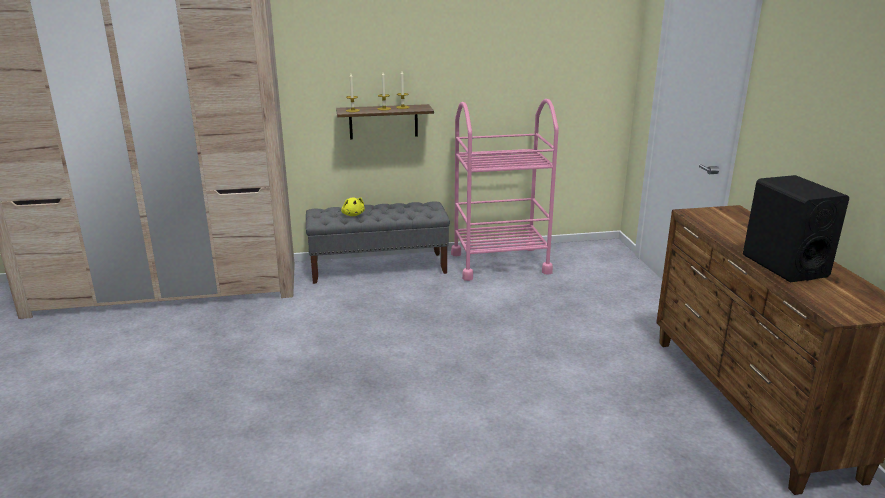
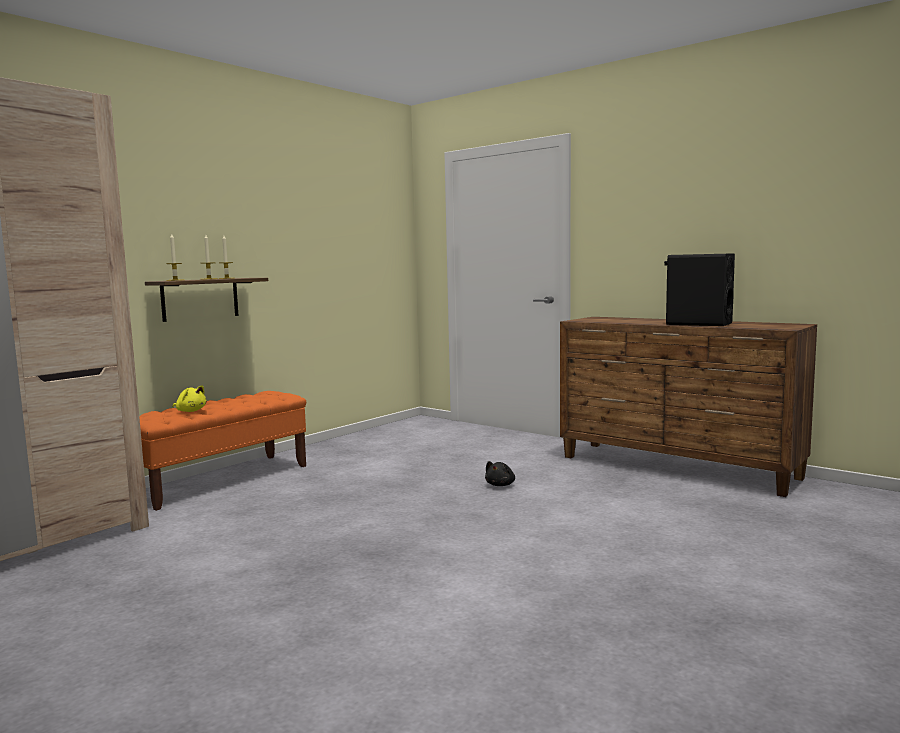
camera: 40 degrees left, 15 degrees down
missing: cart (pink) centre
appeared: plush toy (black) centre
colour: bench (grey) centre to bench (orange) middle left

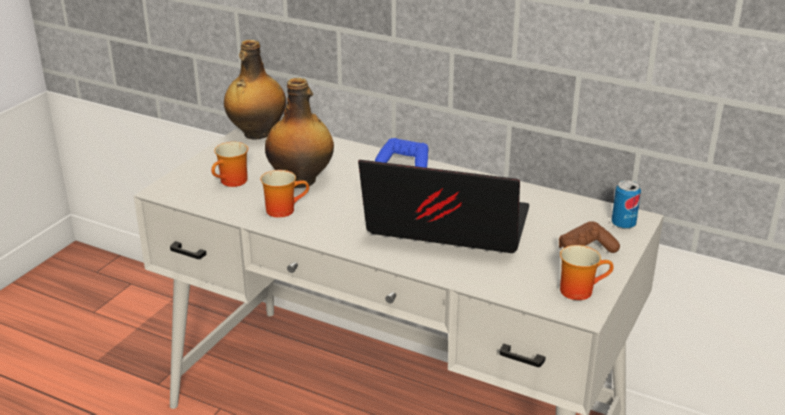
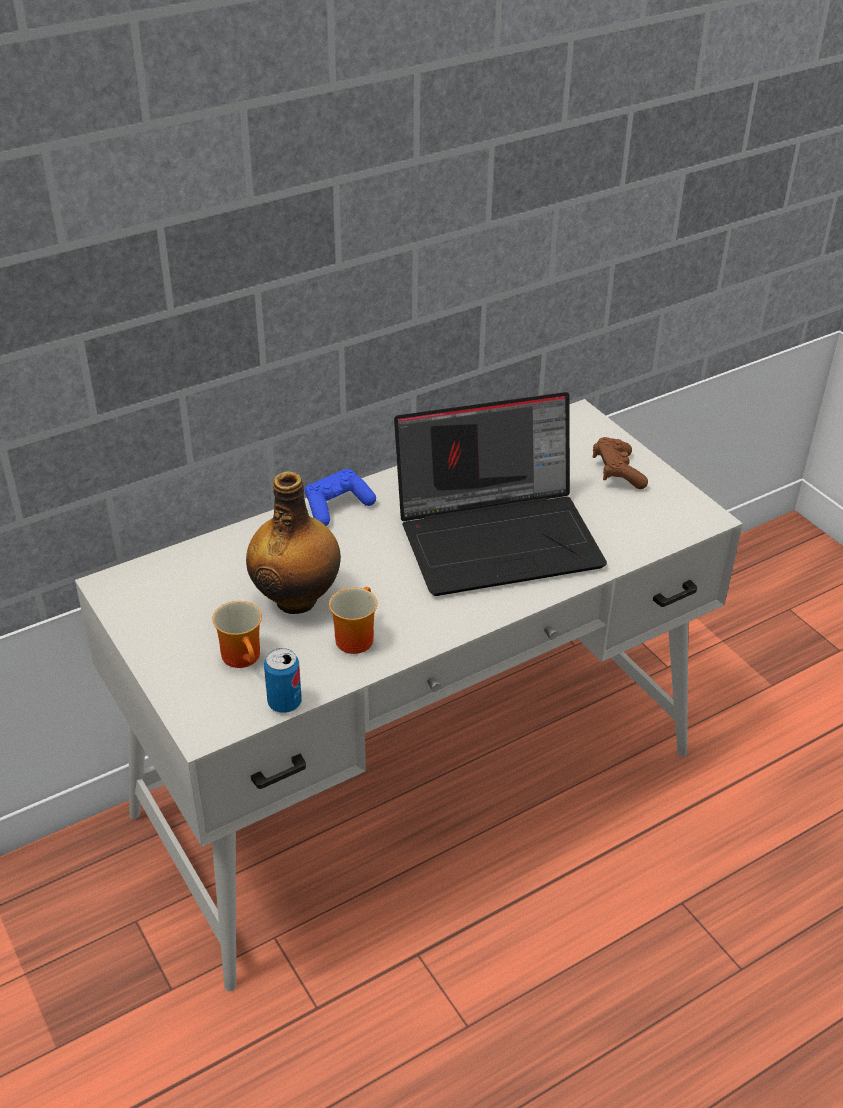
camera: 60 degrees left, 10 degrees up
missing: bottle (no. 1 from left) top left; mug (no. 3 from left) middle right
relocated: can middle right to centre
spun: laptop centre = centre 150 degrees counterclockwise

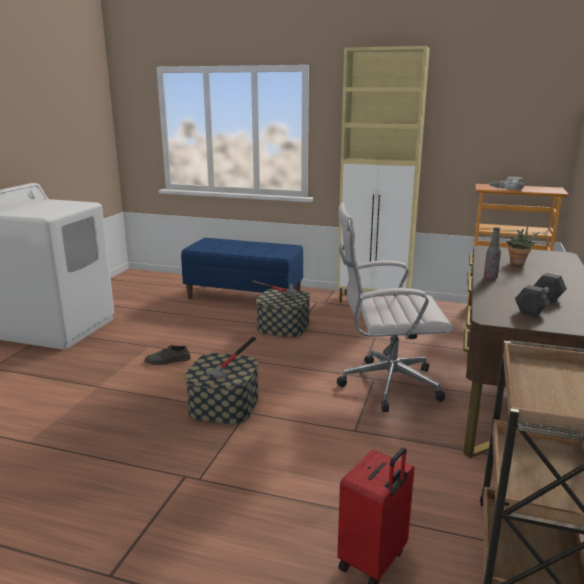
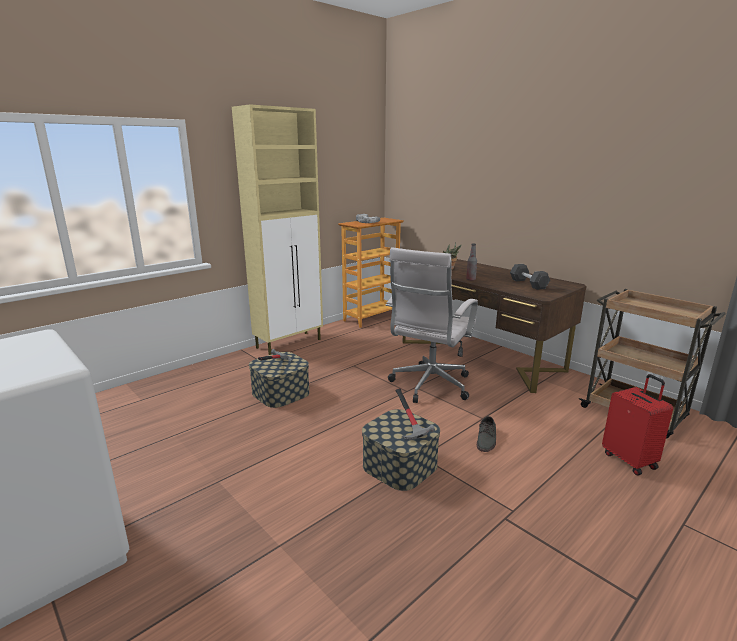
camera: 60 degrees left, 0 degrees up
missing: bench (blue) centre
relocated: shoe (grey) middle left to bottom centre

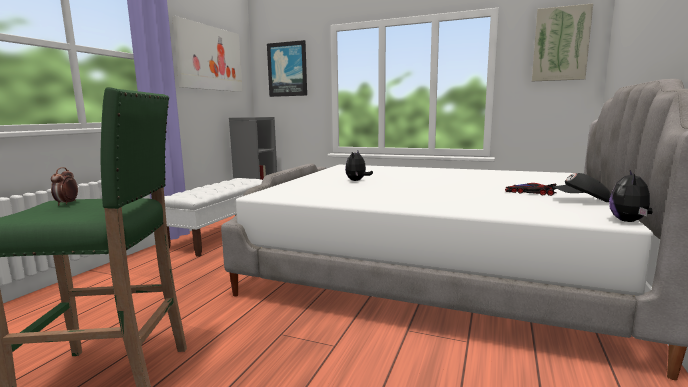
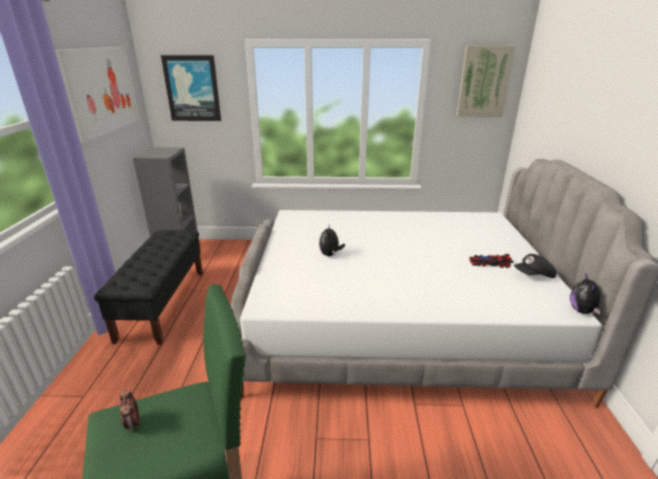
camera: 20 degrees left, 15 degrees up
colour: bench (white) middle left to bench (black) middle left

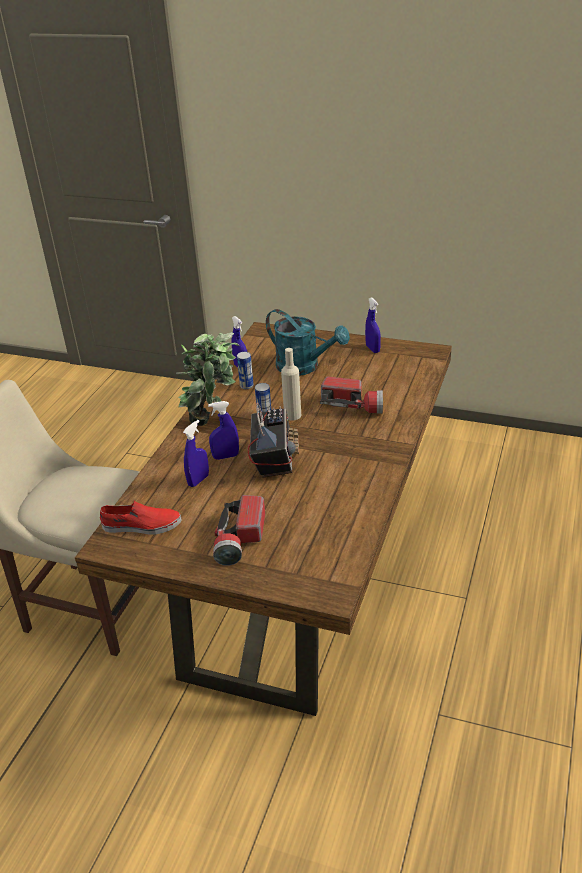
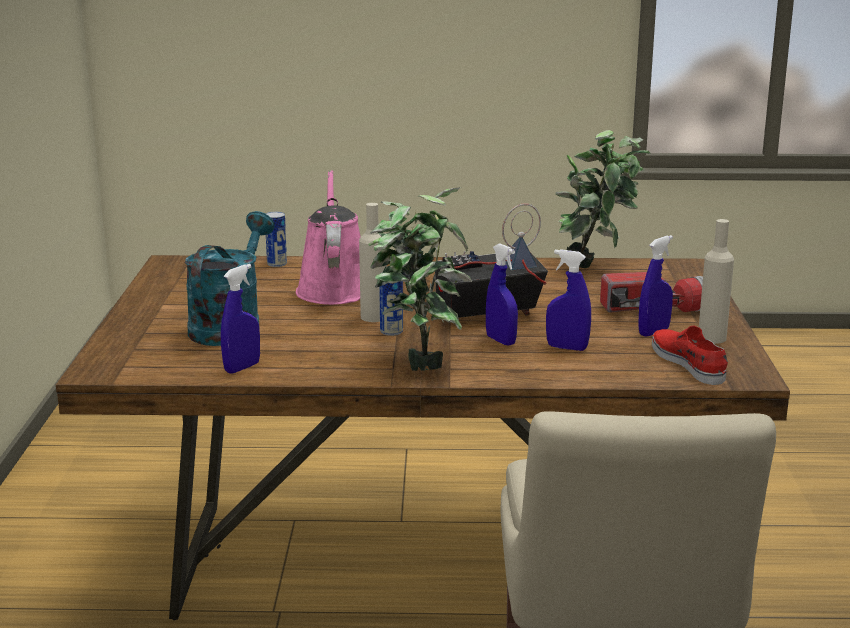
camera: 110 degrees left, 15 degrees down
appeared: potted plant (no. 2 from left) top right; bottle (beige) (no. 2 from left) middle right
relocated: spray bottle (blue) (no. 4 from left) centre to middle right; can (no. 1 from left) centre to middle left
exchanged: flashlight (no. 2 from left) centre to watering can (pink) centre

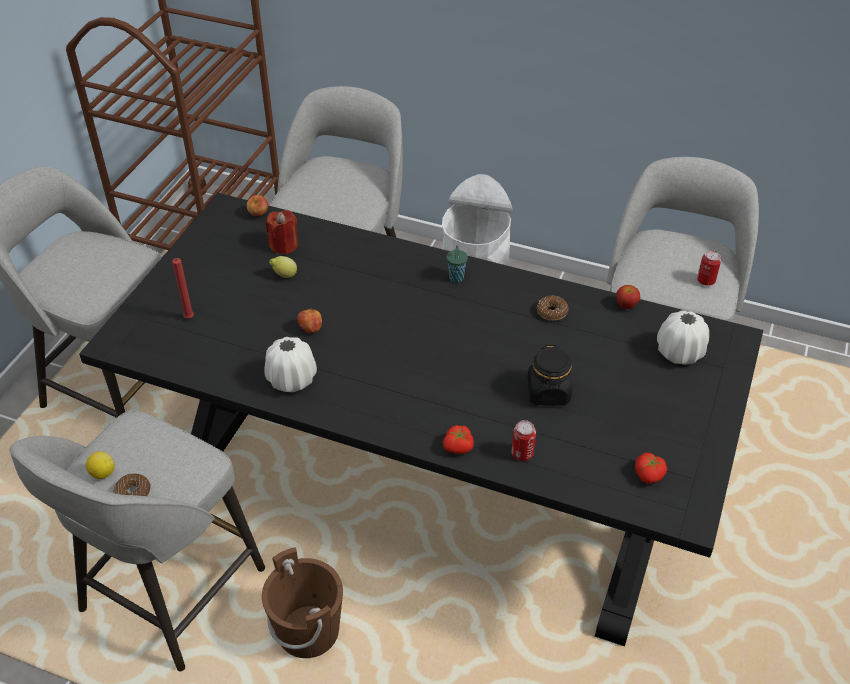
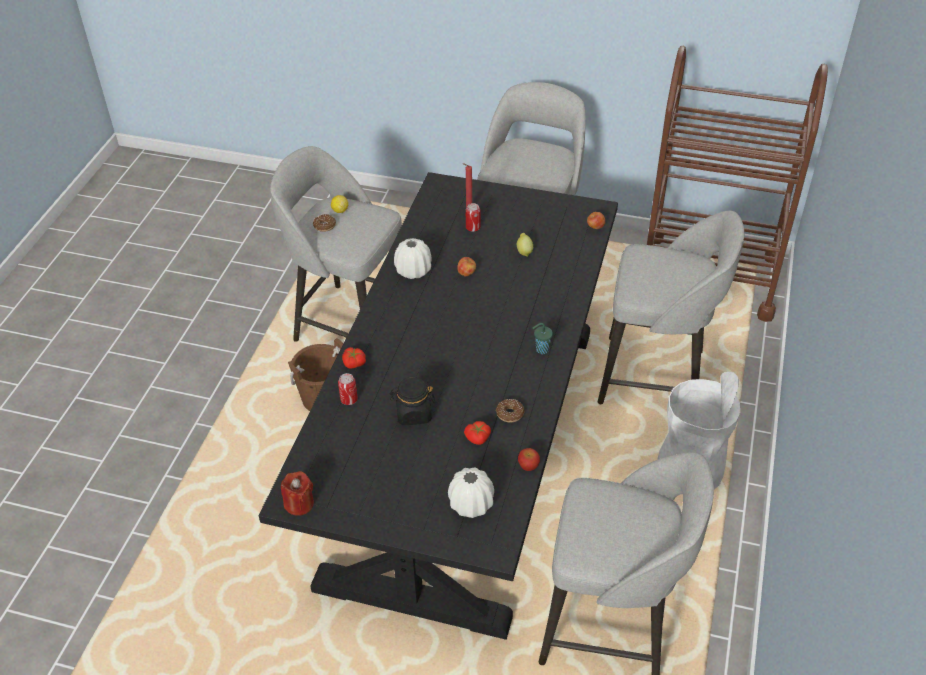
camera: 85 degrees right, 0 degrees up
relocated: candle (red) (no. 2 from left in the first image) middle left to candle (red) (no. 1 from left) bottom left; can (no. 2 from left) middle right to top centre; tomato (no. 2 from left) bottom right to centre

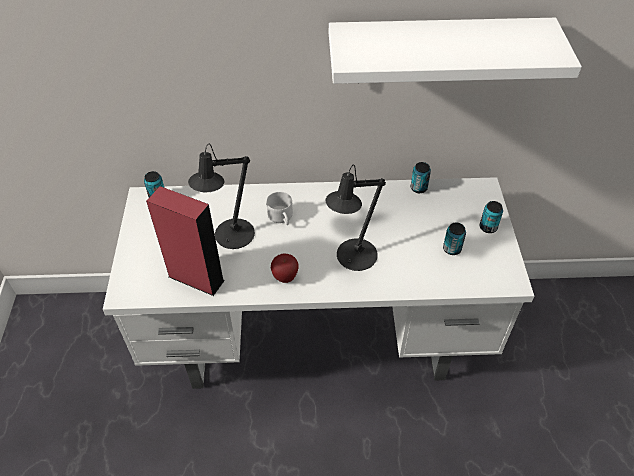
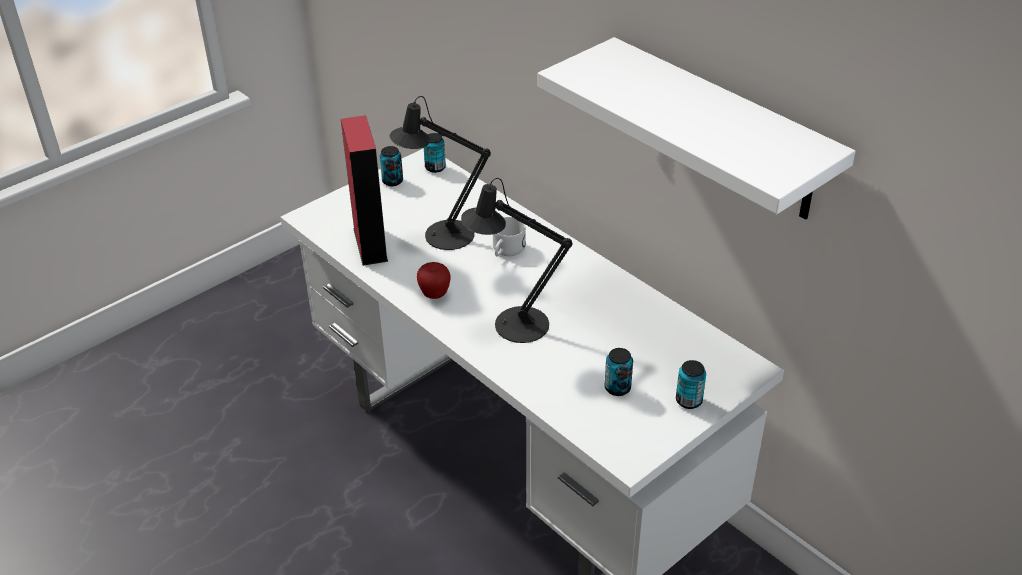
camera: 50 degrees right, 10 degrees down
relocated: can (no. 2 from left in the first image) centre to can (no. 1 from left) top centre

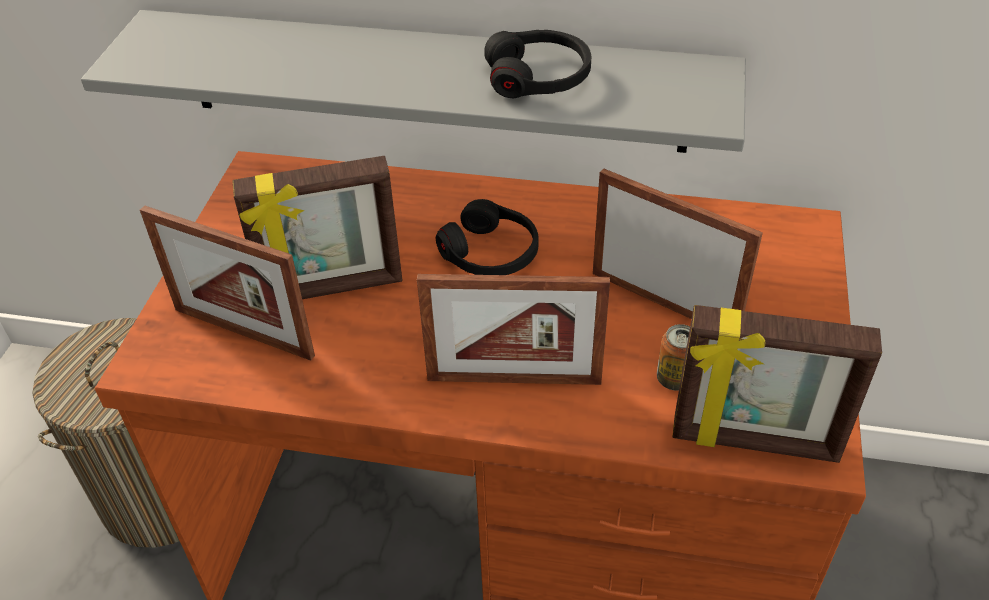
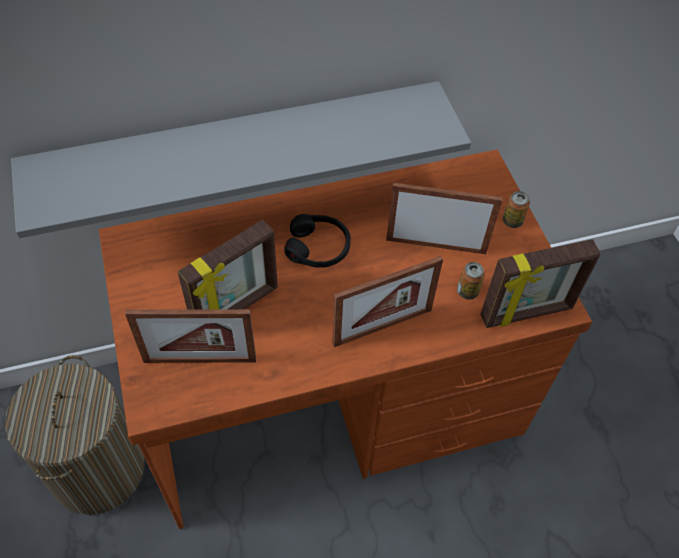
camera: 30 degrees left, 10 degrees up
missing: headphones (black) (no. 2 from left) top centre
appeared: can (no. 2 from left) middle right

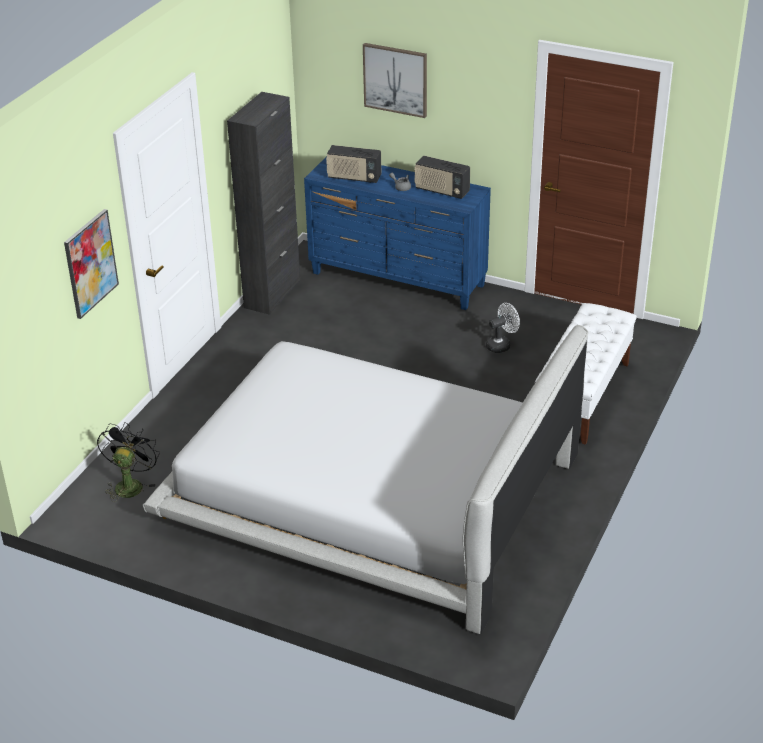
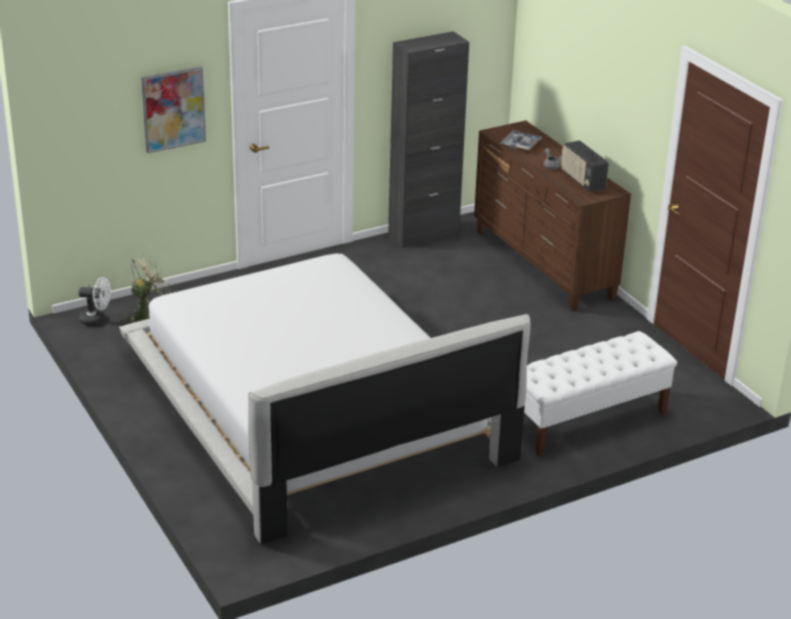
camera: 35 degrees right, 5 degrees down
missing: picture (no. 2 from left) top centre
relocated: fan (white) centre to middle left
exchanged: radio (no. 1 from left) top centre to tray top centre
colour: dresser (blue) top centre to dresser (brown) middle right; fan (black) middle left to fan (green) middle left

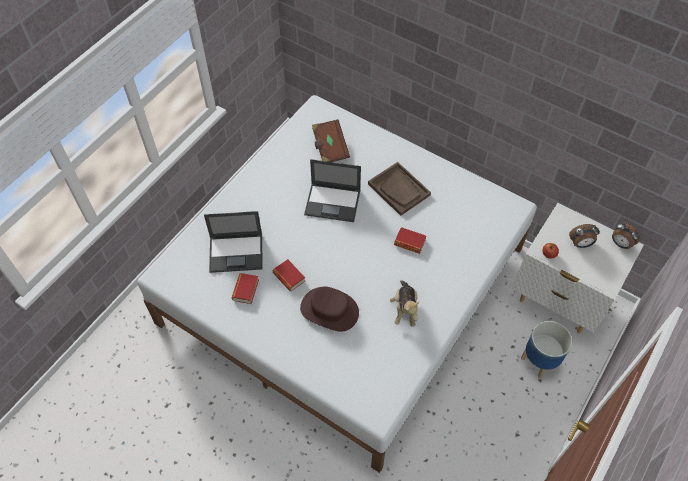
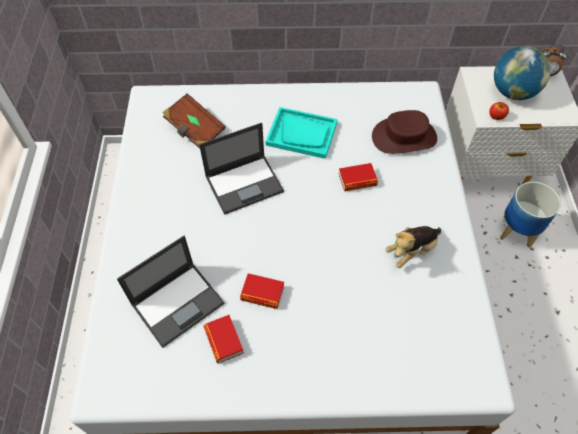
camera: 35 degrees left, 0 degrees up
relocated: hat (brown) centre to top right
exchanged: alarm clock (no. 1 from left) middle right to globe top right
colour: tray (brown) centre to tray (turquoise) top centre
spun: plush toy centre = middle right 90 degrees clockwise

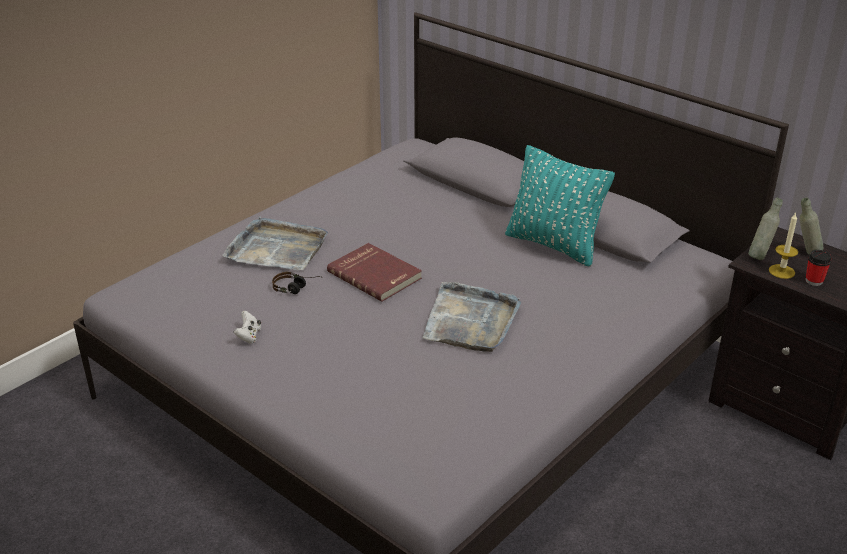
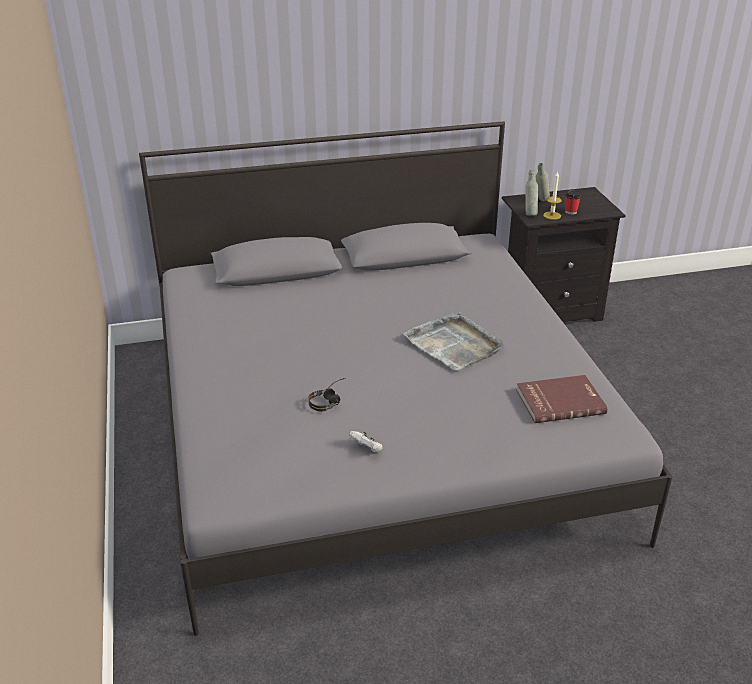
camera: 55 degrees left, 0 degrees up
missing: pillow (turquoise) centre; tray (grey) (no. 1 from left) middle left
relocated: book (red) centre to middle right

